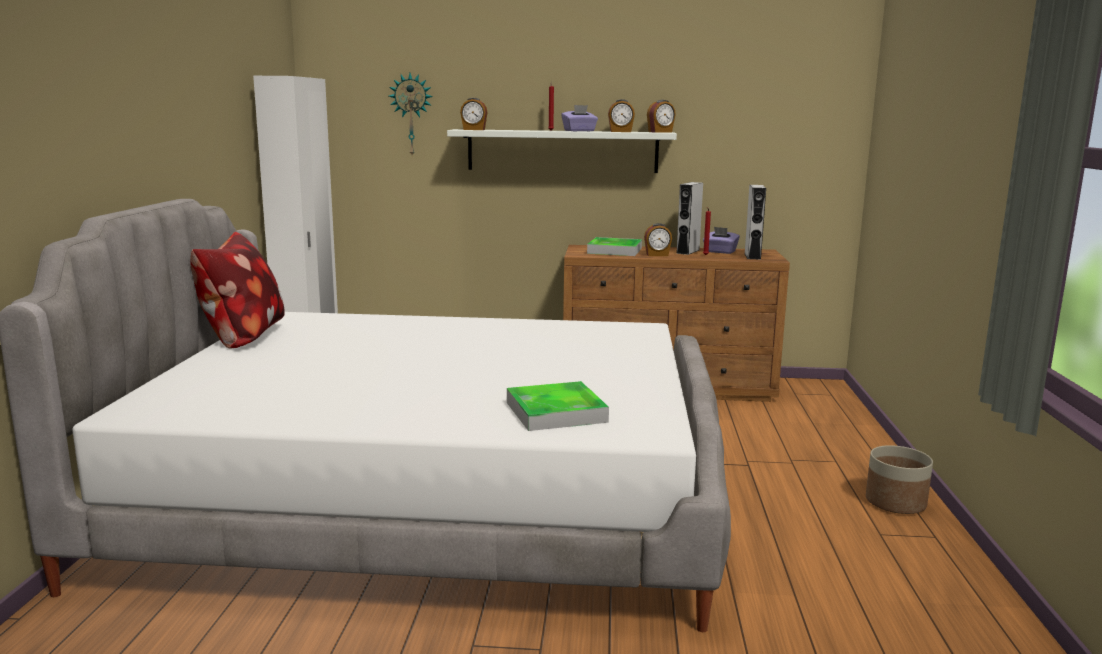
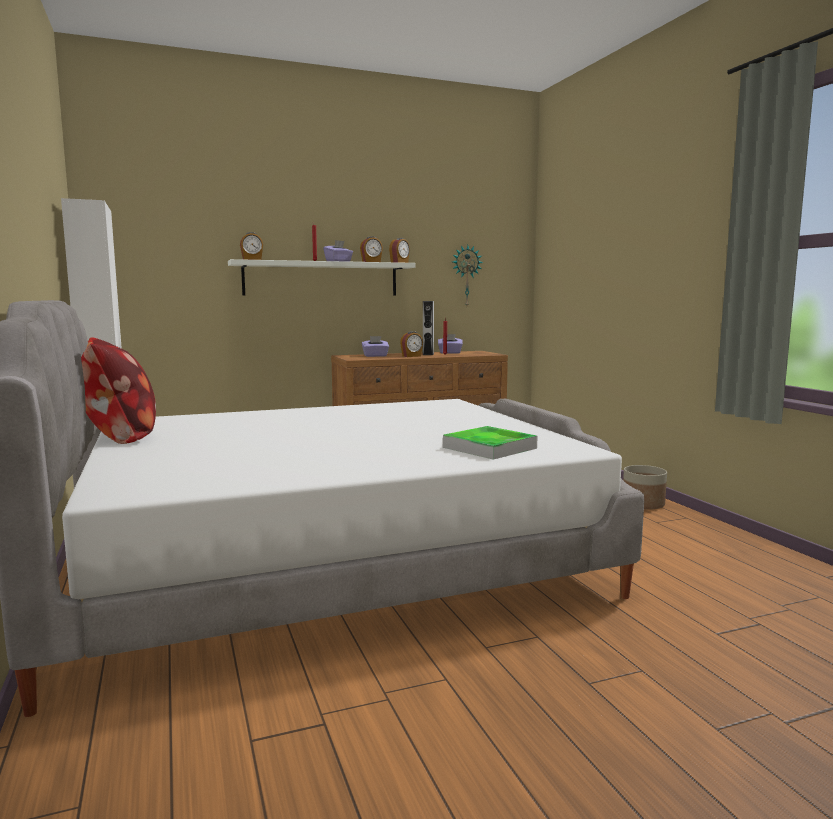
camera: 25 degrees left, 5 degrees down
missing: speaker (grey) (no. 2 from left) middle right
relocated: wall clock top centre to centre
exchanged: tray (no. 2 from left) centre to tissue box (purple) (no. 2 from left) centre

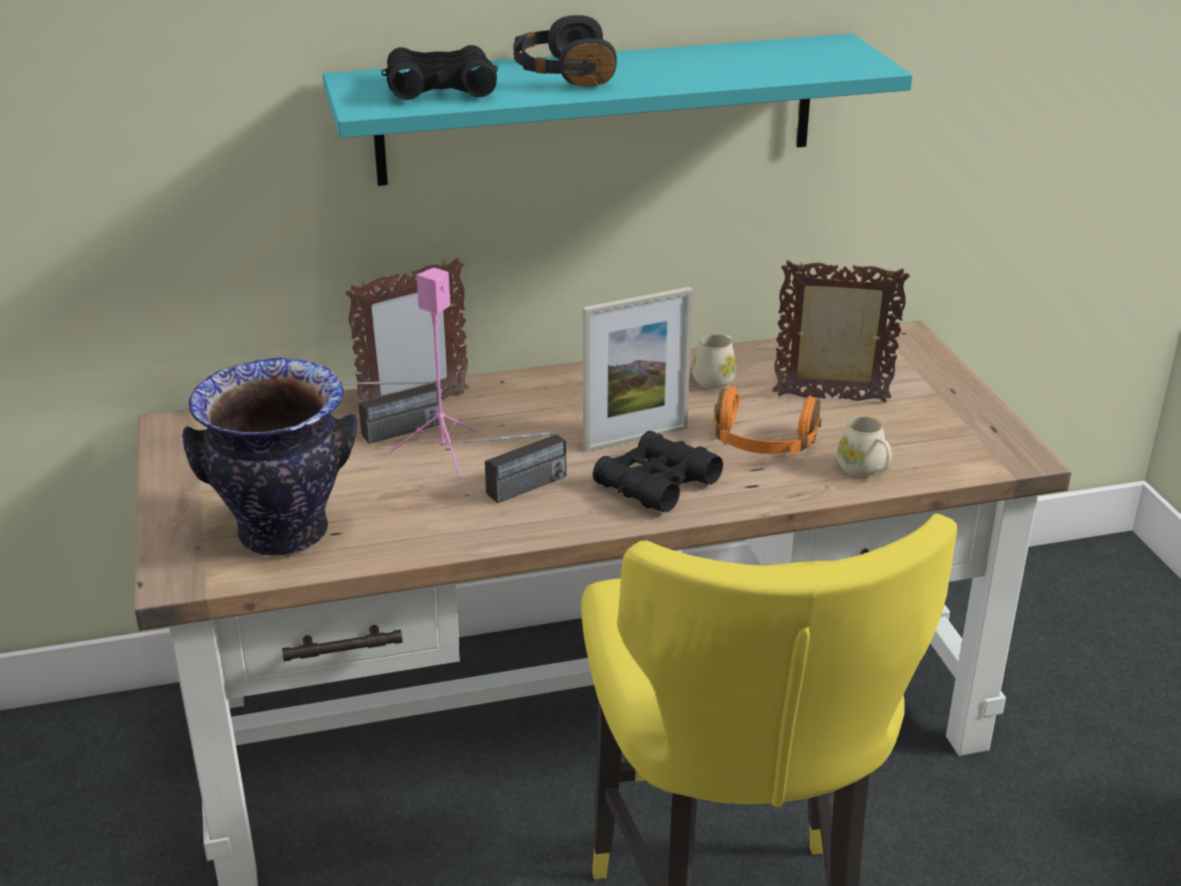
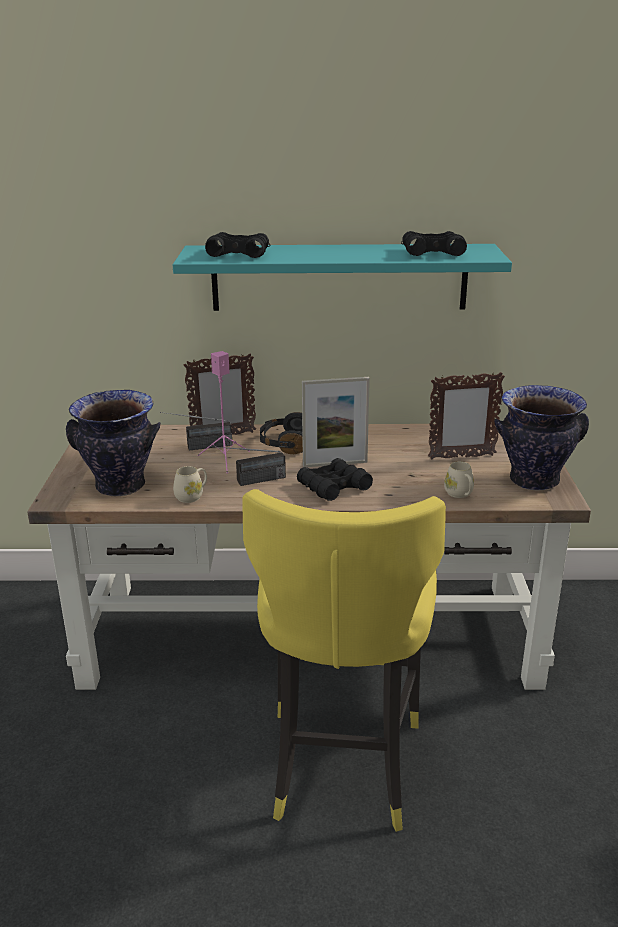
camera: 15 degrees right, 5 degrees down
missing: headphones (orange) centre
appeared: binoculars (black) (no. 3 from left) top right; vase (no. 2 from left) middle right
relocated: headphones (black) top centre to centre; mug (beige) (no. 1 from left) centre to middle left
spun: picture frame (no. 3 from left) middle right = middle right 150 degrees clockwise

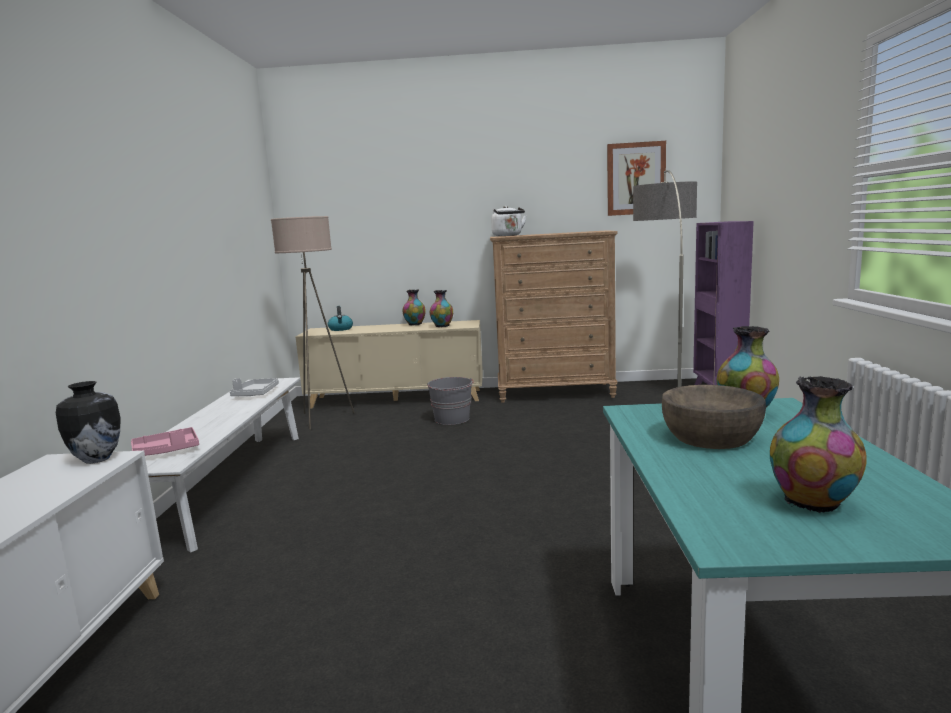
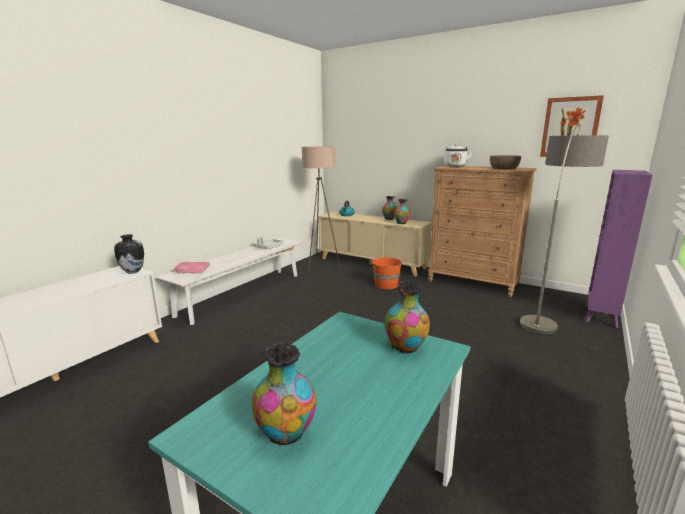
camera: 30 degrees right, 5 degrees up
relocated: bowl (brown) middle right to top right
colour: bucket (grey) centre to bucket (orange) centre

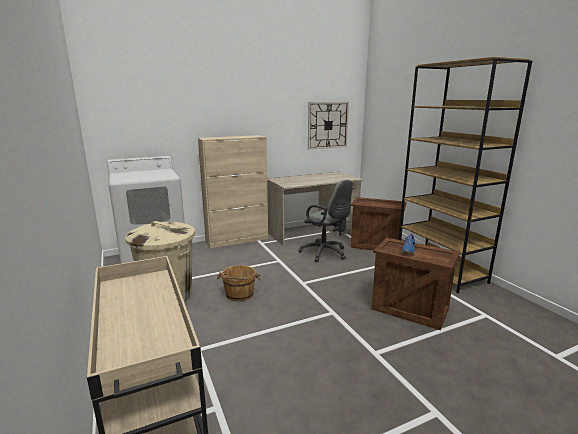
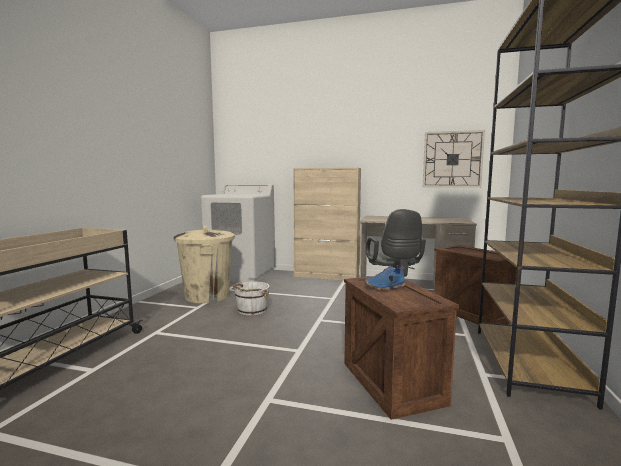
camera: 40 degrees right, 10 degrees down
colour: bucket (brown) centre to bucket (white) centre

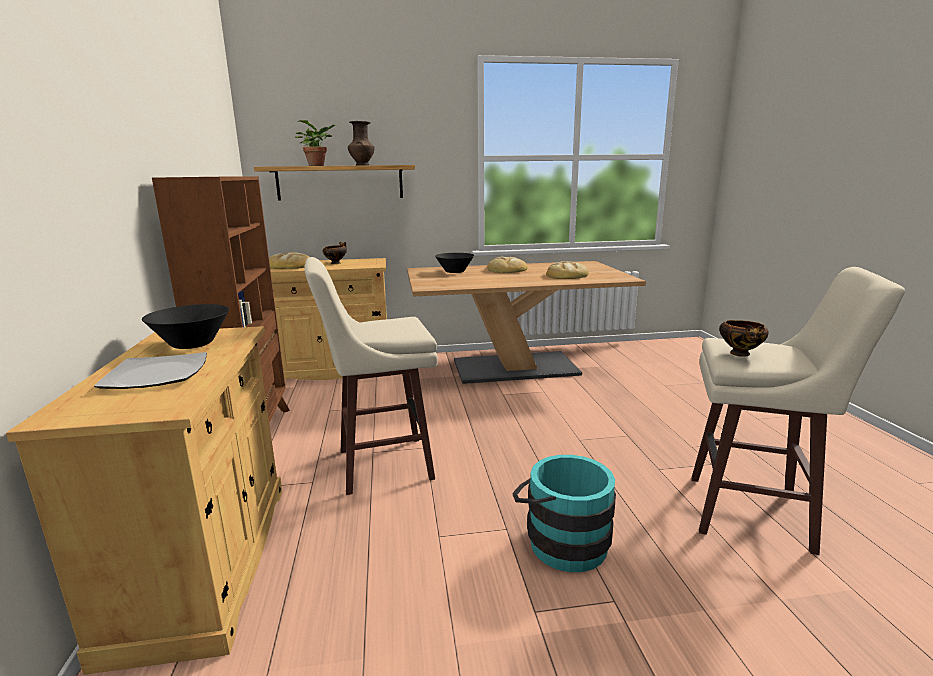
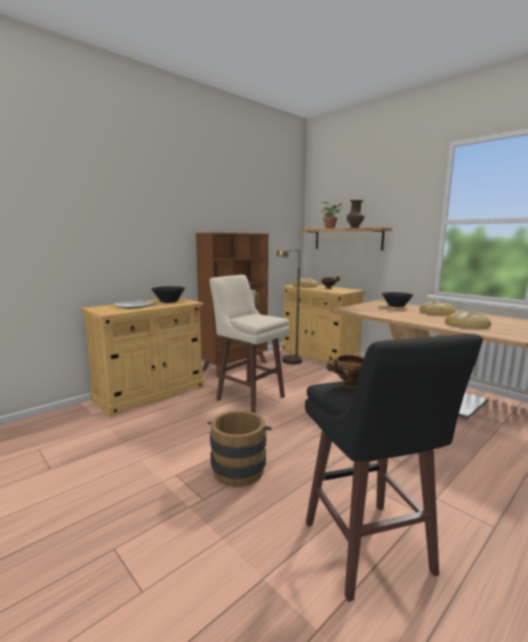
camera: 55 degrees right, 5 degrees down
appeared: floor lamp (brown) centre
colour: stool (beige) (no. 2 from left) middle right to stool (black) bottom right; bucket (turquoise) bottom centre to bucket (brown) bottom centre

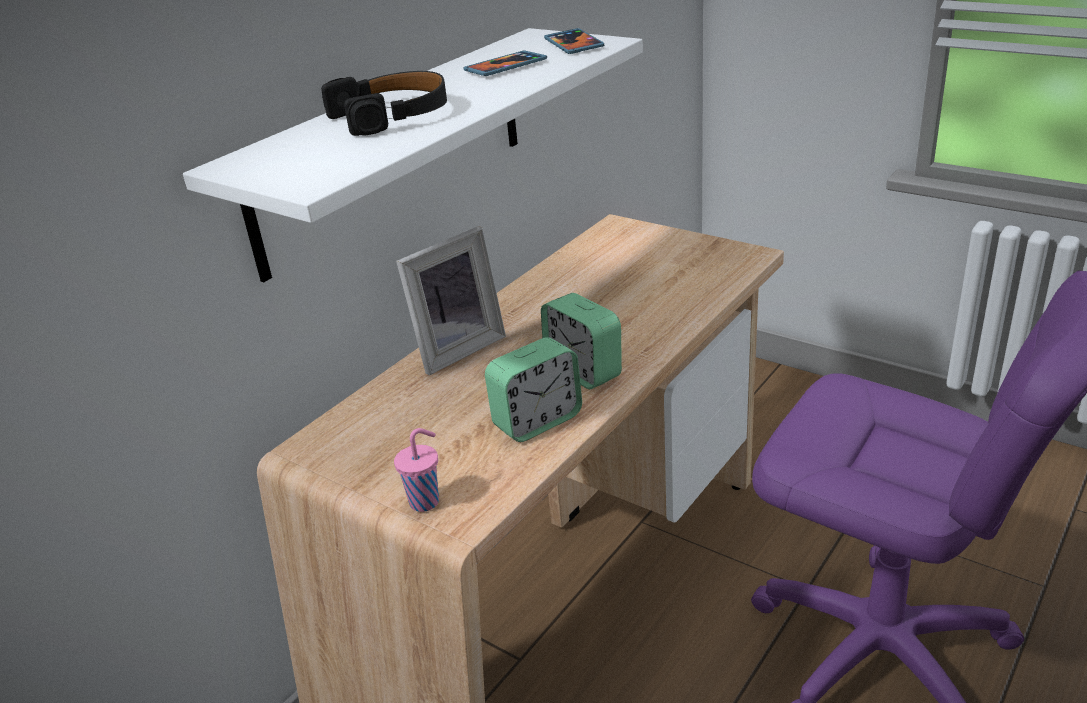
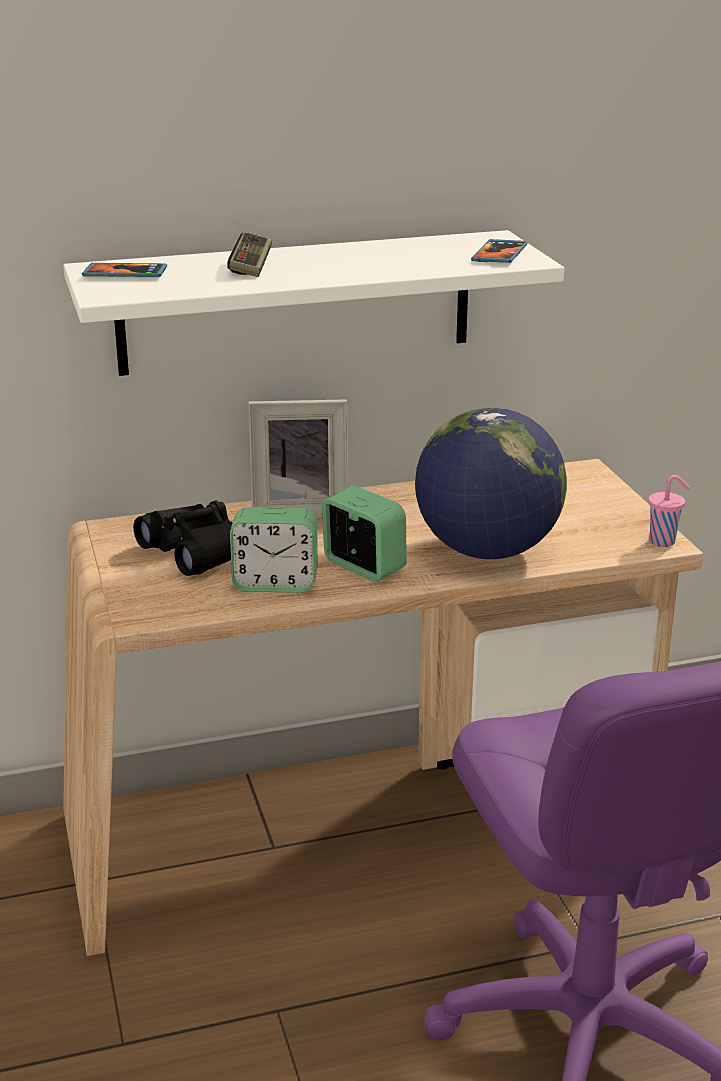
camera: 35 degrees right, 5 degrees down
appeared: globe middle right; binoculars (black) middle left
relocated: phone (no. 1 from left) top centre to top left; cup (pink) bottom centre to middle right
exchanged: headphones (black) top centre to game controller top centre
spun: alarm clock (no. 2 from left) centre = centre 135 degrees clockwise

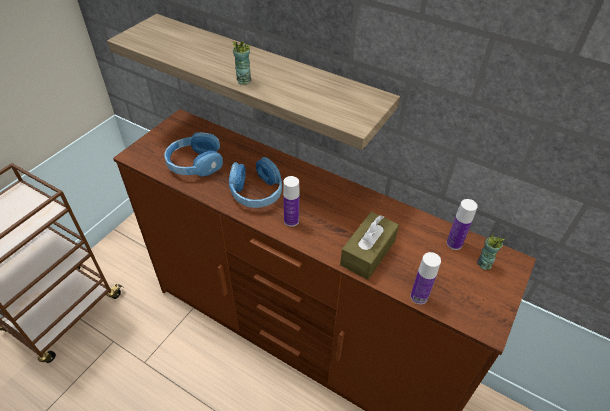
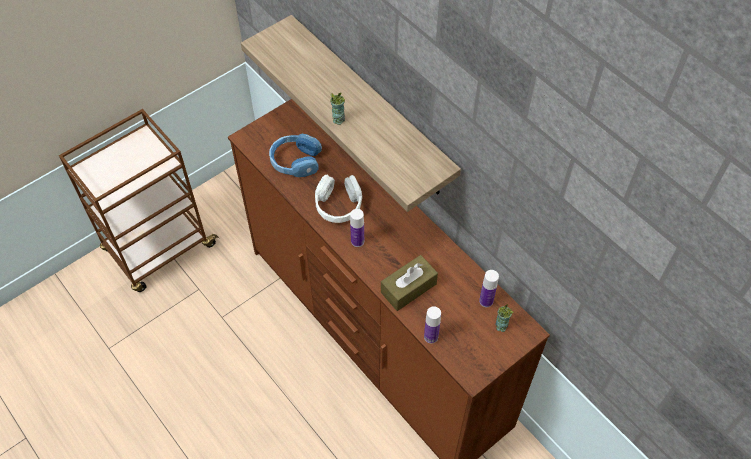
camera: 20 degrees right, 10 degrees up
colour: headphones (blue) (no. 2 from left) centre to headphones (white) centre

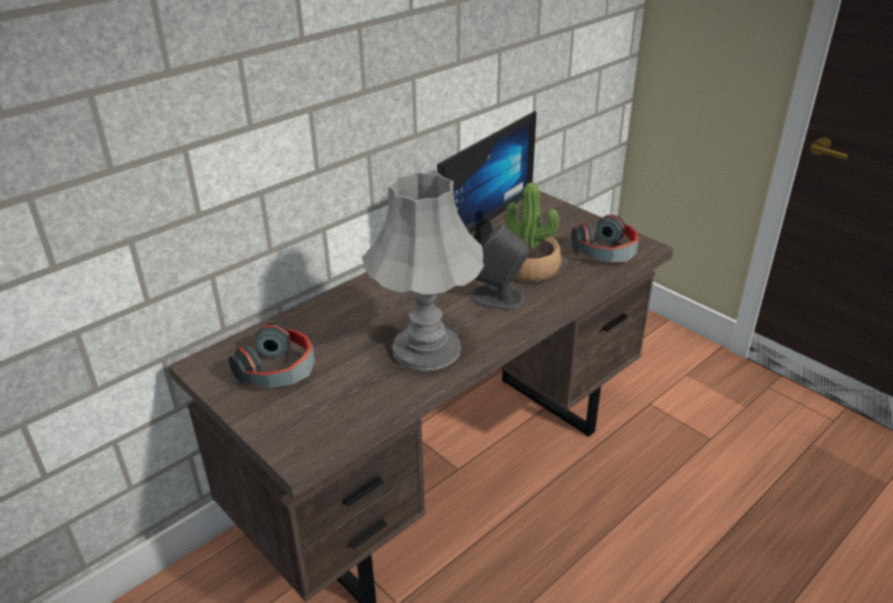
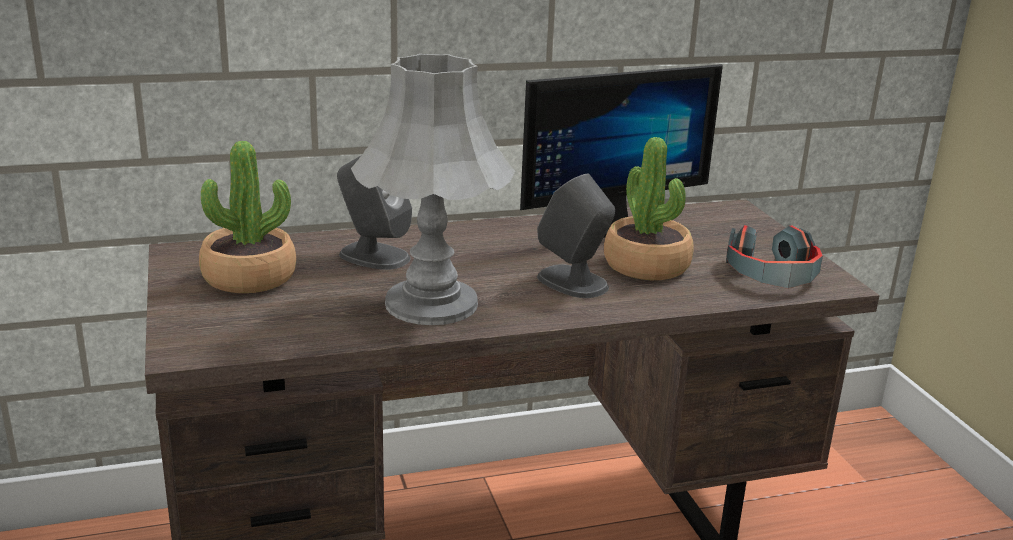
camera: 25 degrees right, 10 degrees down
appeared: speaker (grey) (no. 1 from left) centre
exchanged: headphones (no. 1 from left) middle left to potted plant (no. 1 from left) middle left

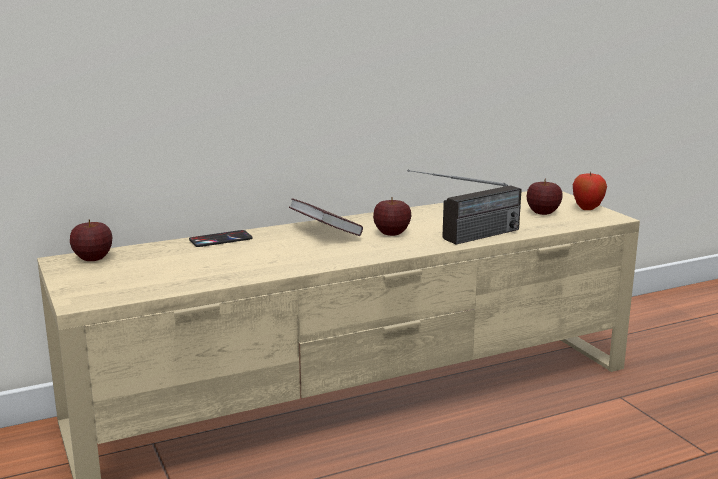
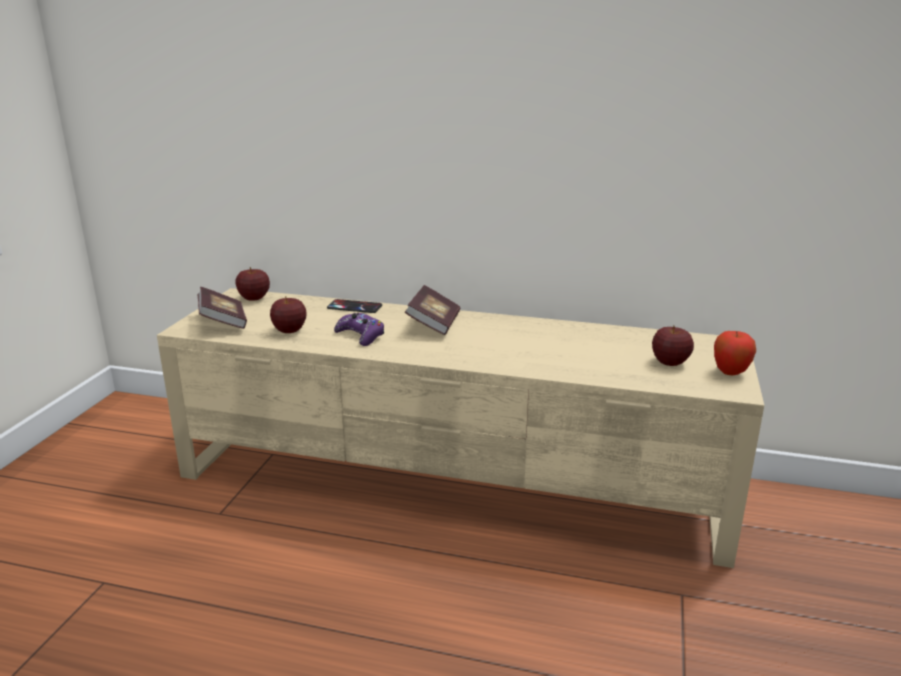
camera: 40 degrees right, 5 degrees up
missing: radio centre
appeared: book (no. 1 from left) middle left; game controller (purple) centre
relocated: apple (no. 2 from left) centre to middle left

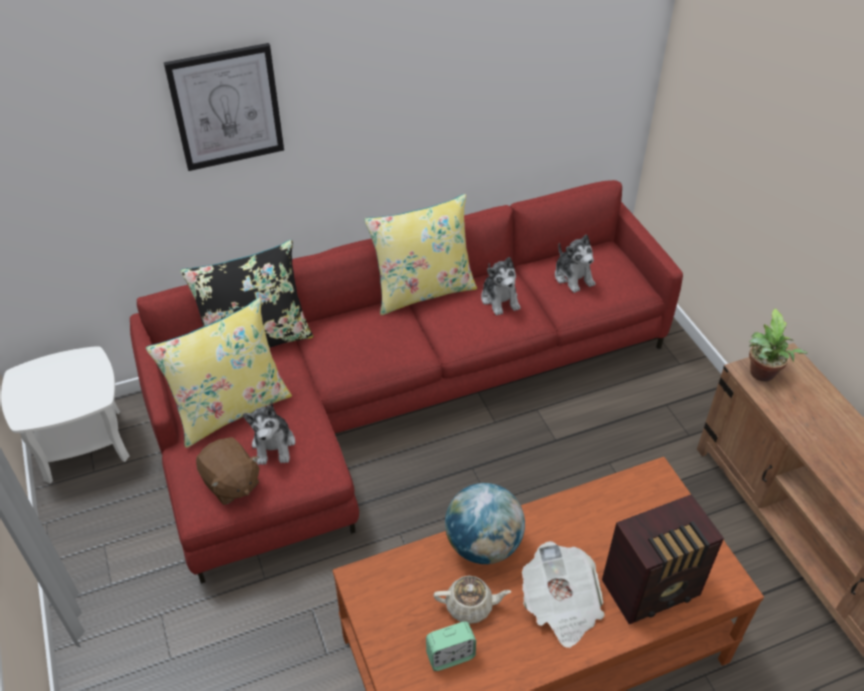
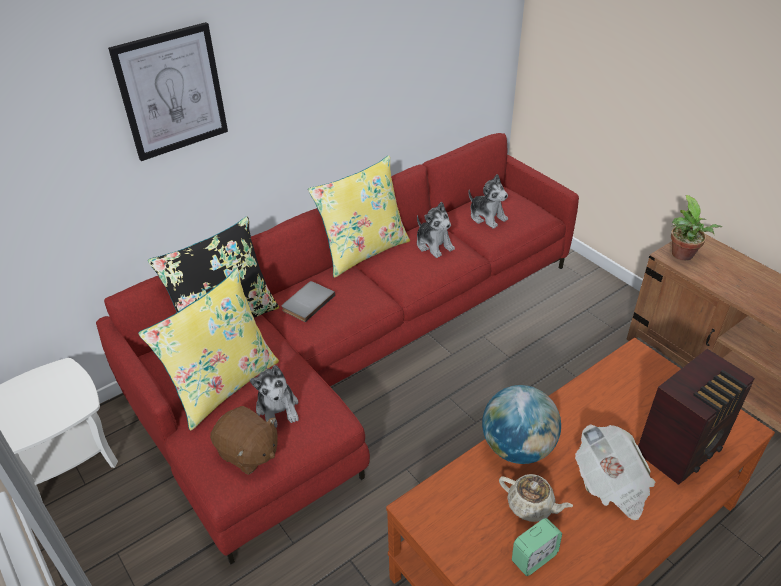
camera: 15 degrees left, 5 degrees down
appeared: book (grey) centre
spun: teapot (beige) bottom centre = bottom right 45 degrees clockwise

